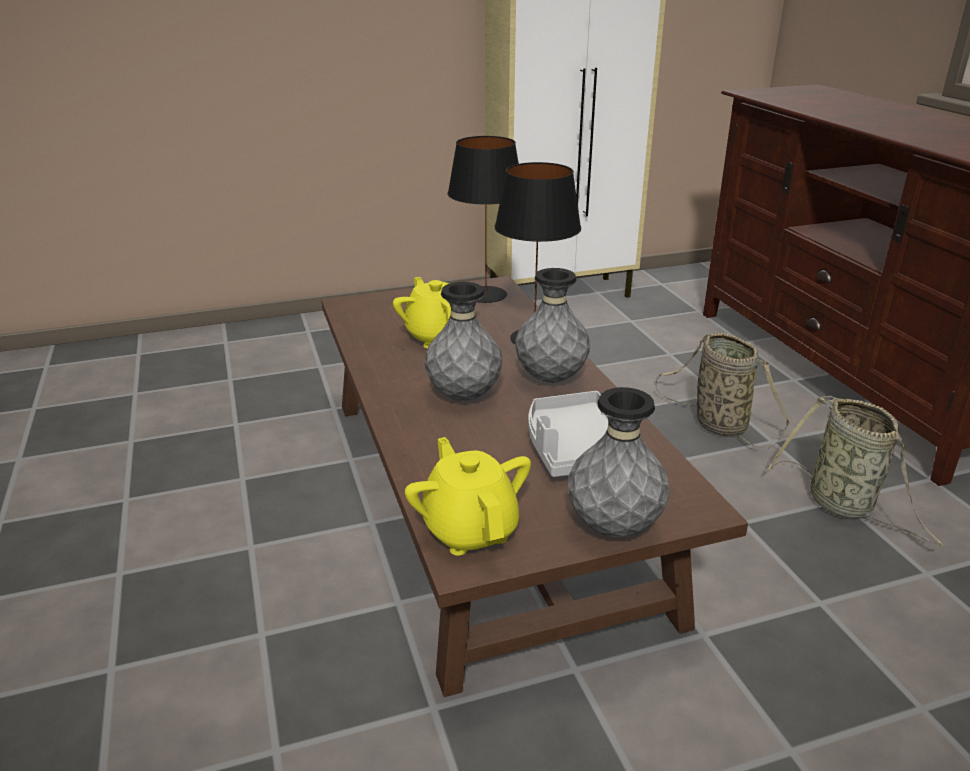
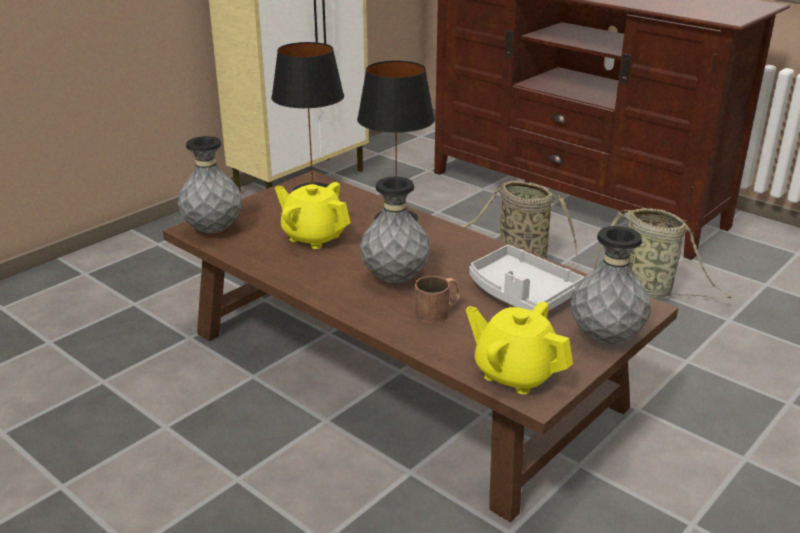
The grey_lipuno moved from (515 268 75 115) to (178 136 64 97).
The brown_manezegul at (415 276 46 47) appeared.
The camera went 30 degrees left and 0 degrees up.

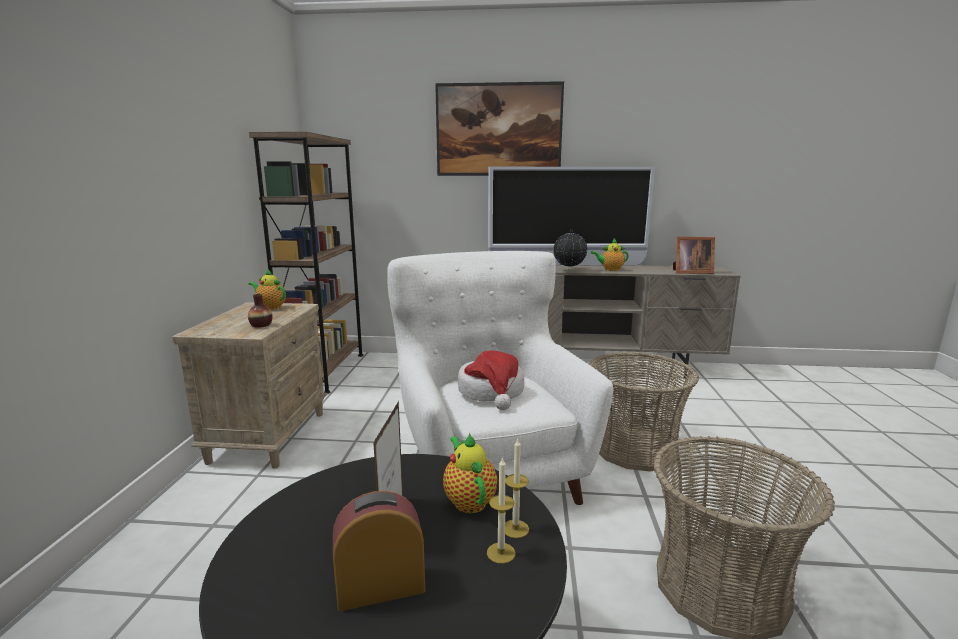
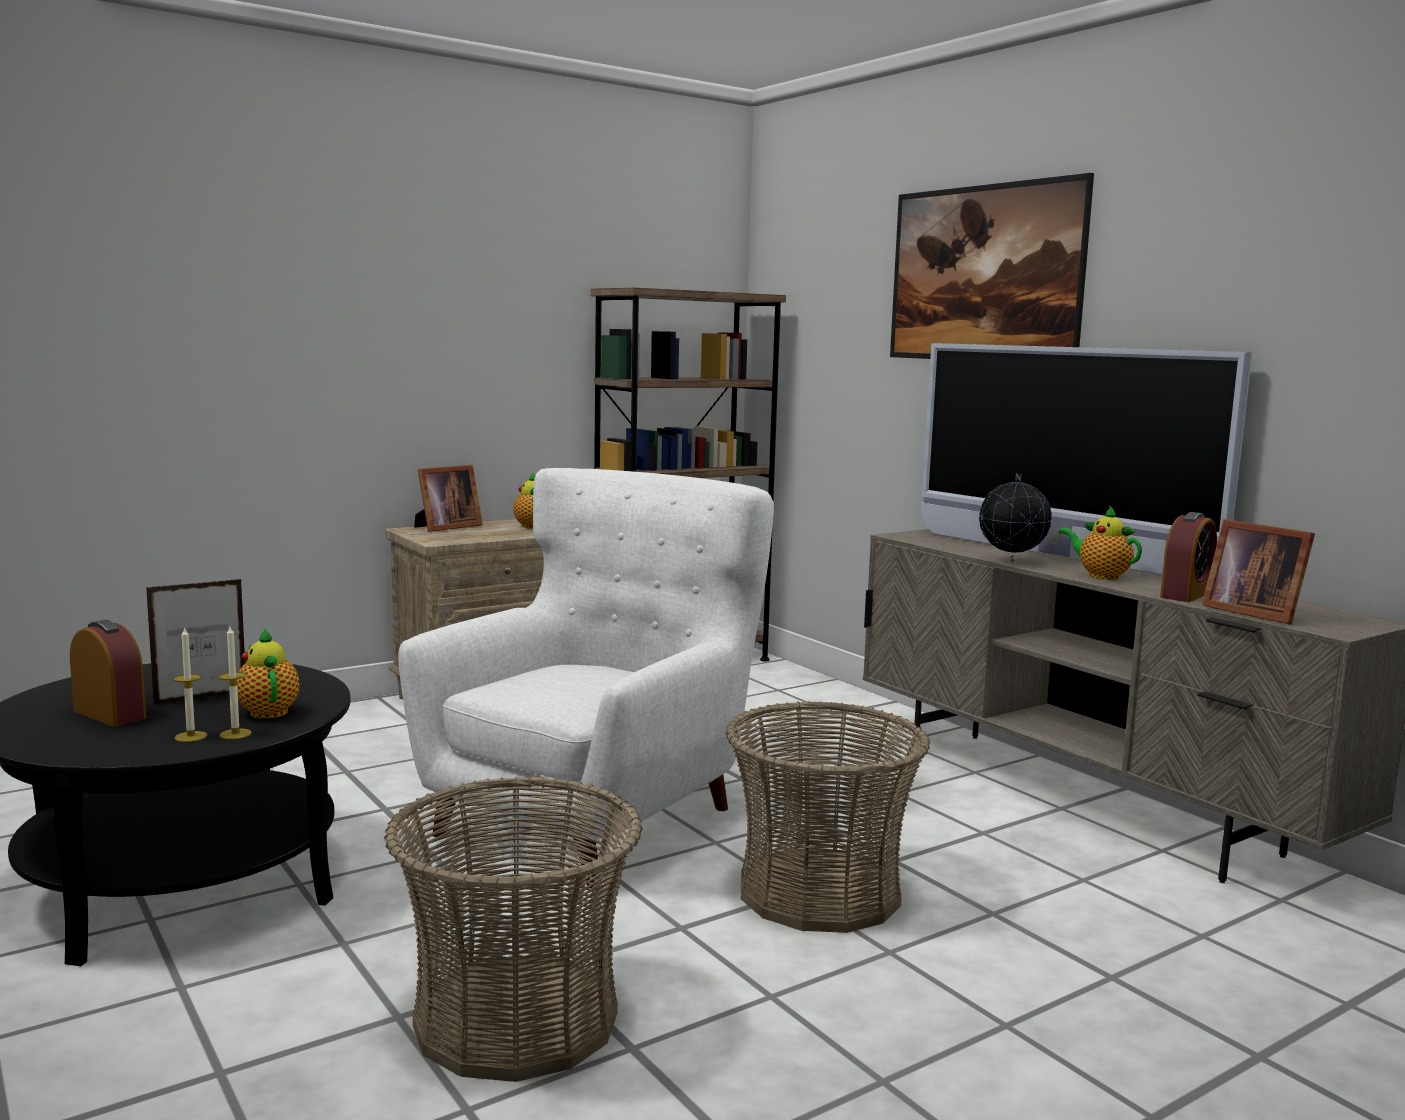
The lipuno at (248 294 24 34) disappeared.
The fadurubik at (458 351 67 59) disappeared.
The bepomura at (443 433 54 81) turned 60 degrees counterclockwise.
The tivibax at (414 465 69 67) appeared.
The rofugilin at (1160 512 57 90) appeared.
The camera went 50 degrees right and 5 degrees down.

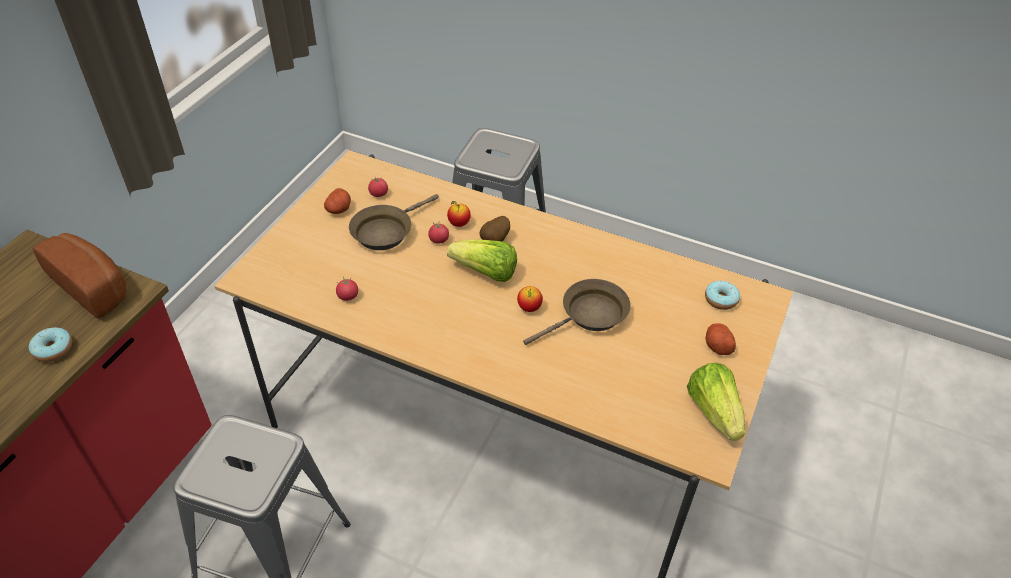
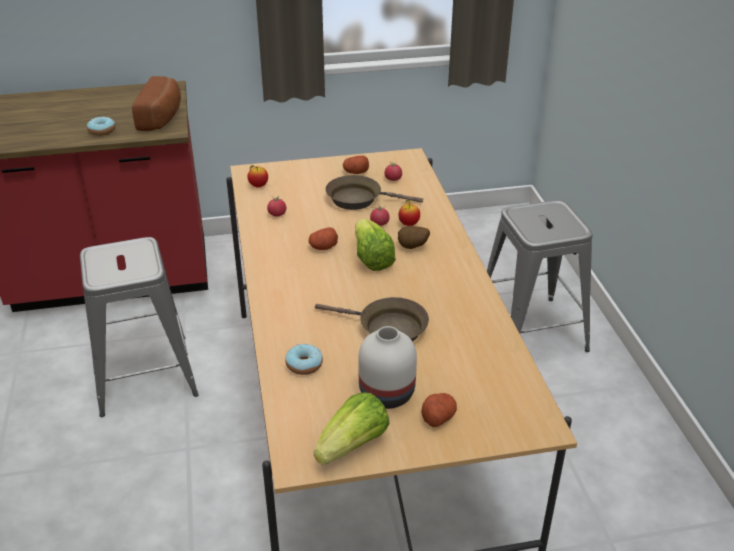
The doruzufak moved from (705 281 35 29) to (285 344 38 31).
The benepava moved from (517 286 26 26) to (247 165 21 22).
The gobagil at (309 227 29 23) appeared.
The white_lipuno at (358 326 59 83) appeared.
The camera went 55 degrees right and 10 degrees down.

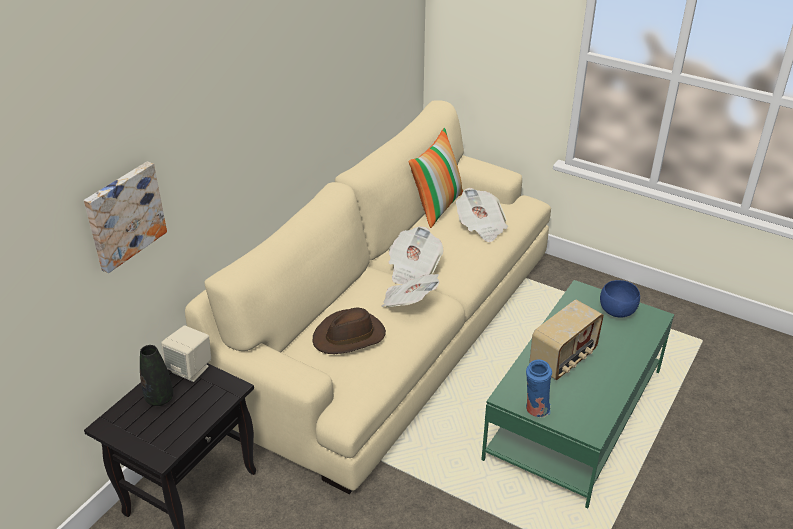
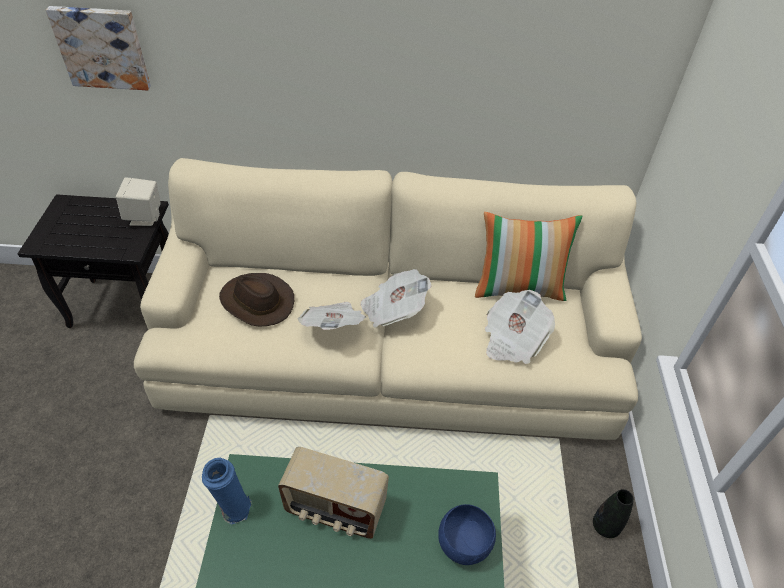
The black_lipuno moved from (140 345 33 61) to (593 489 41 49).
The camera went 60 degrees right and 10 degrees up.

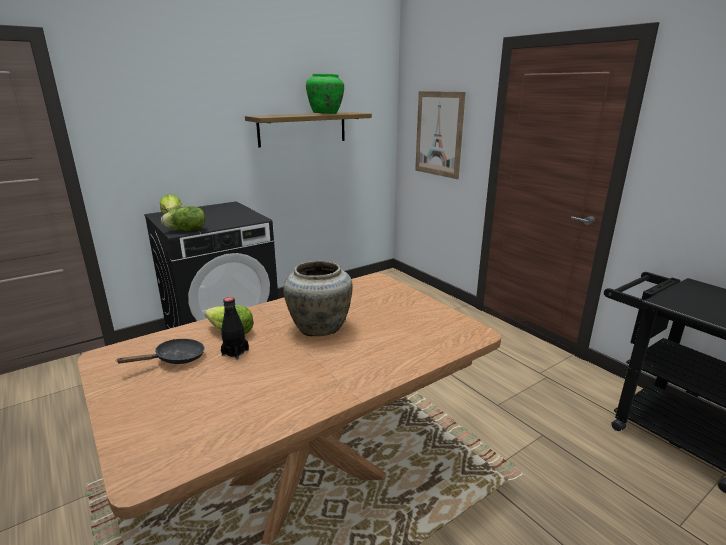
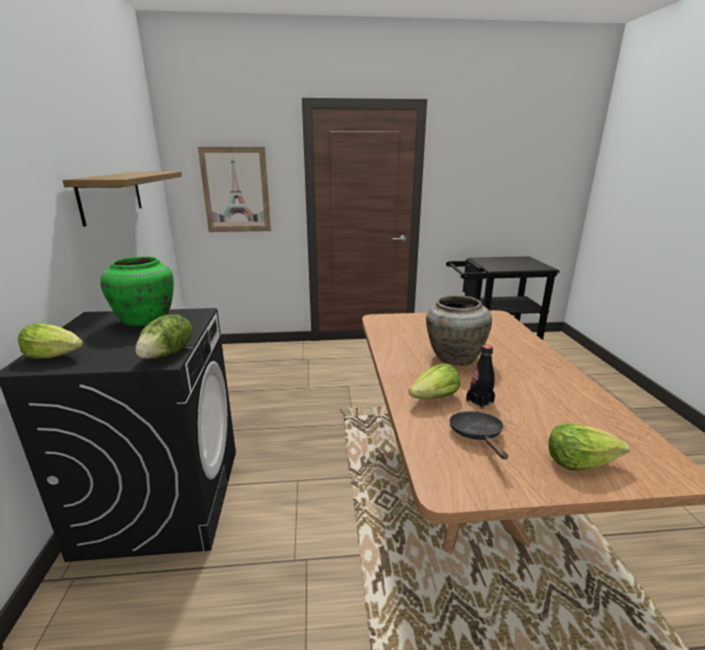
The green_lipuno moved from (306 74 38 40) to (100 257 74 69).
The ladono at (548 423 82 48) appeared.
The camera went 60 degrees left and 0 degrees up.

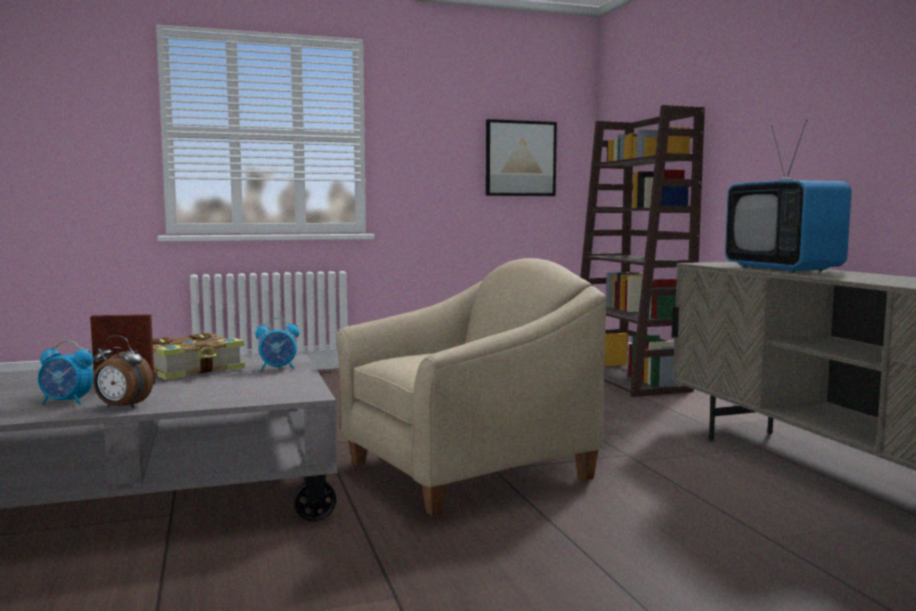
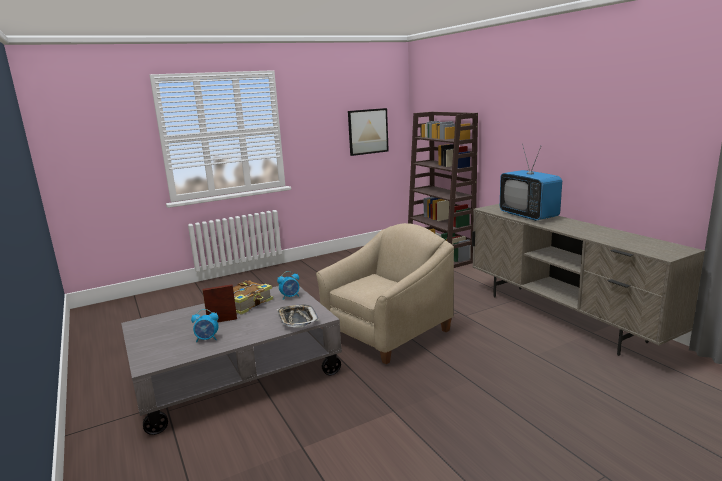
The rofugilin at (93 335 60 74) disappeared.
The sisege at (277 304 42 24) appeared.
The camera went 10 degrees left and 10 degrees up.

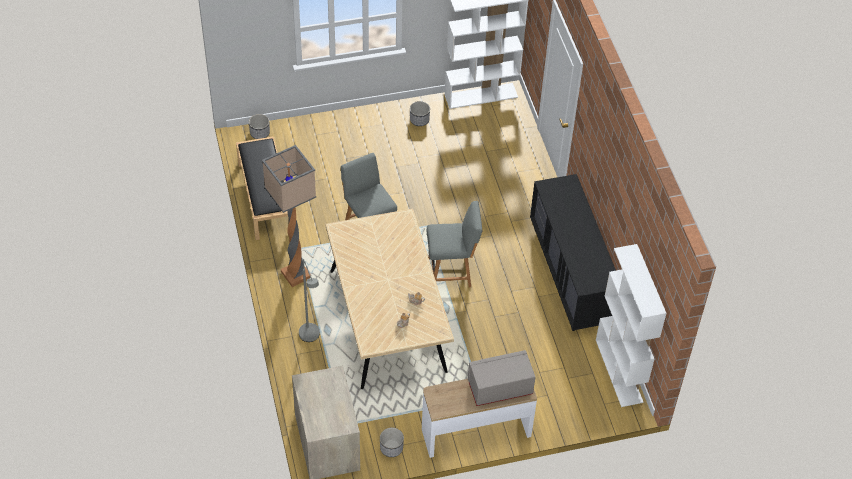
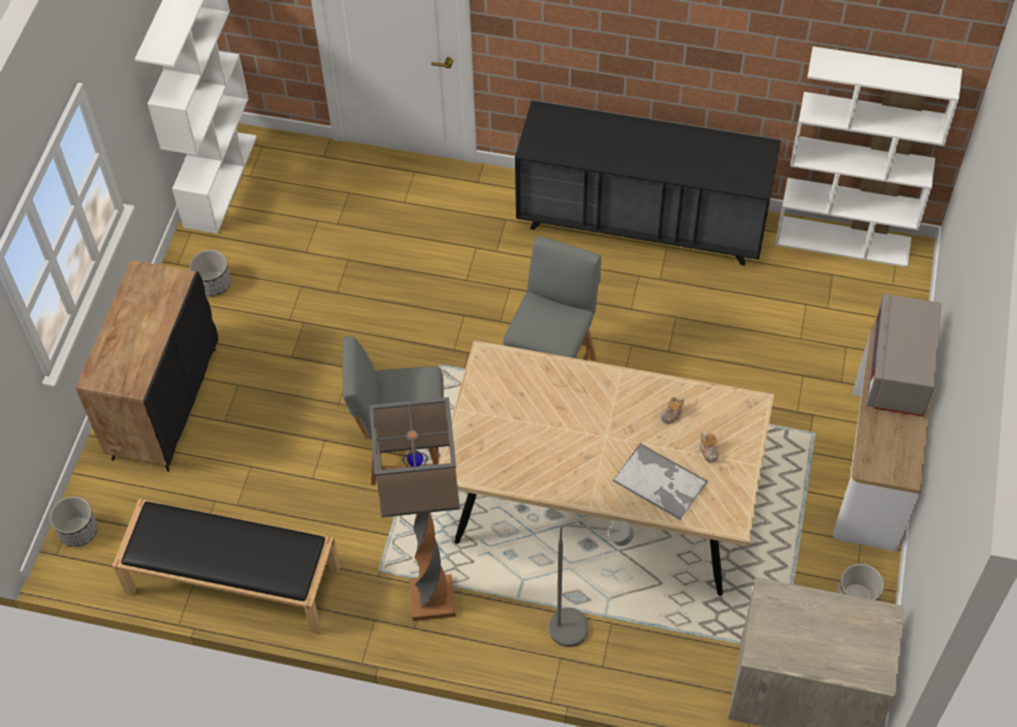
The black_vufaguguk at (75 260 143 212) appeared.
The sisege at (613 443 95 78) appeared.
The camera went 60 degrees left and 5 degrees up.

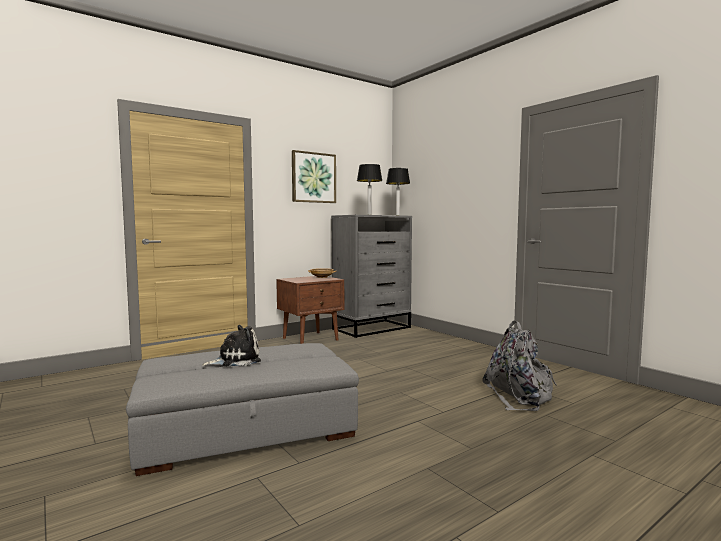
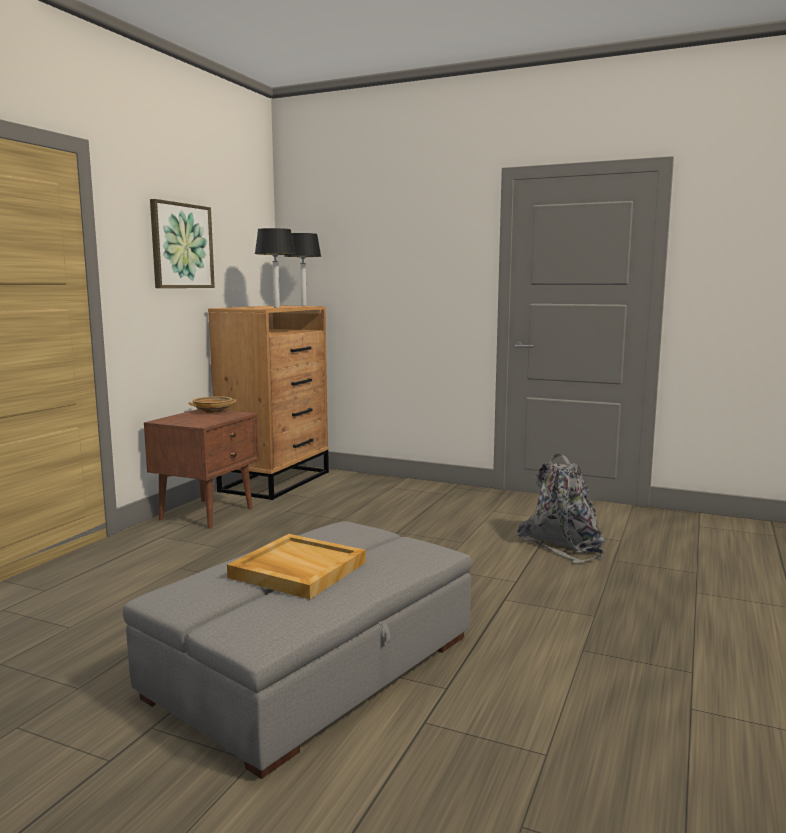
The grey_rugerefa at (331 215 81 123) became the brown_rugerefa at (208 305 121 195).
The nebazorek at (202 325 59 41) was replaced by the beige_sisege at (227 534 139 65).
The camera went 30 degrees left and 5 degrees up.

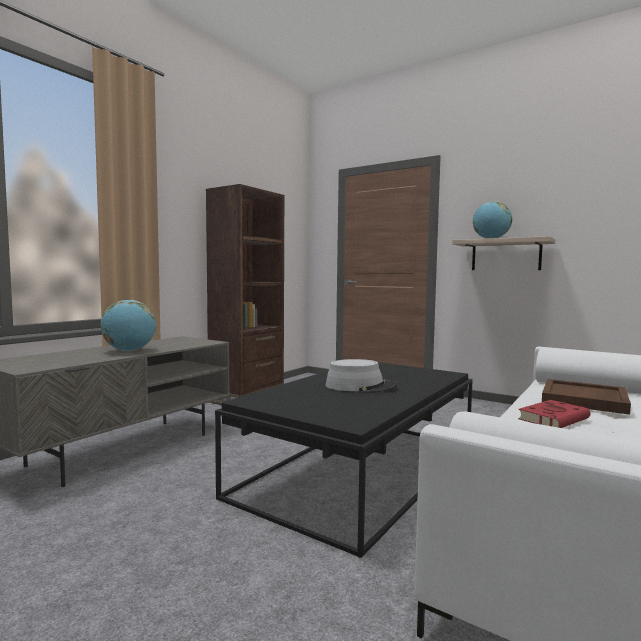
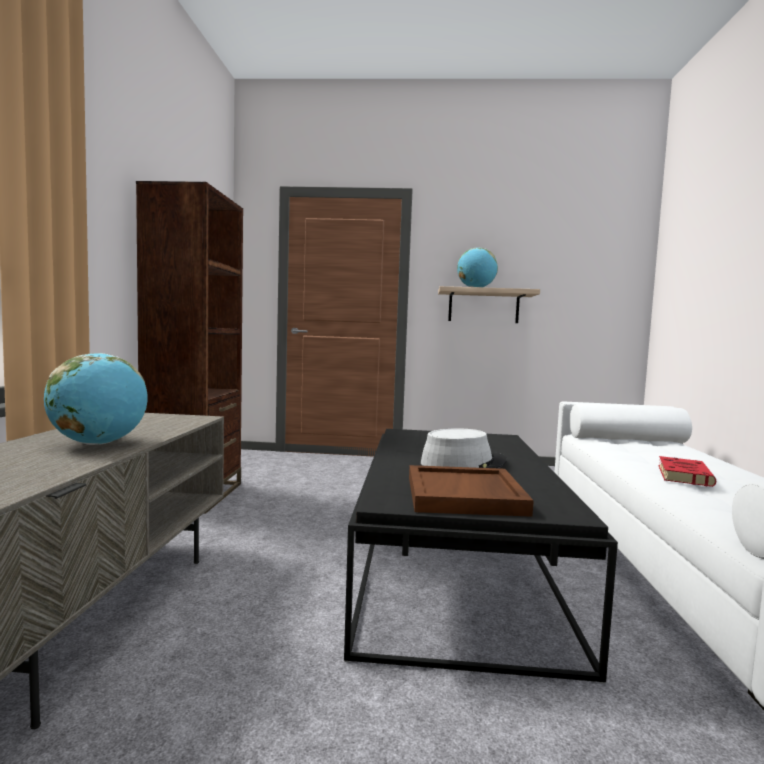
The brown_sisege moved from (542 379 89 36) to (409 465 125 52).
The camera went 30 degrees left and 0 degrees up.

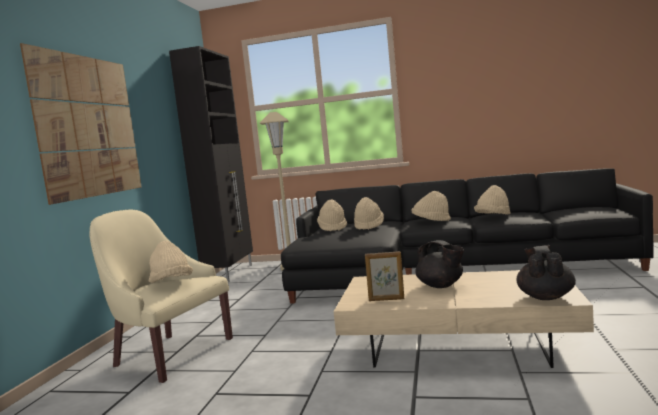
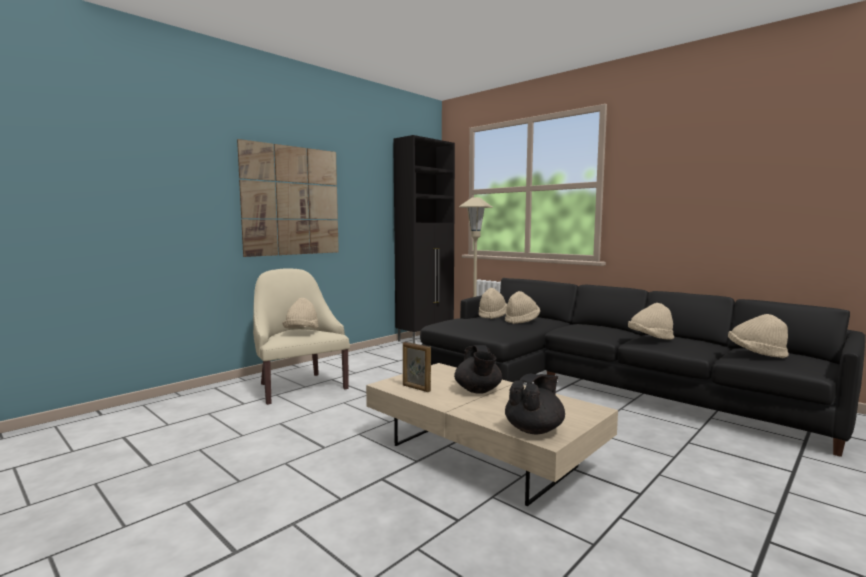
The beige_fadurubik moved from (411 191 40 30) to (728 314 61 44).
The camera went 30 degrees right and 0 degrees up.

